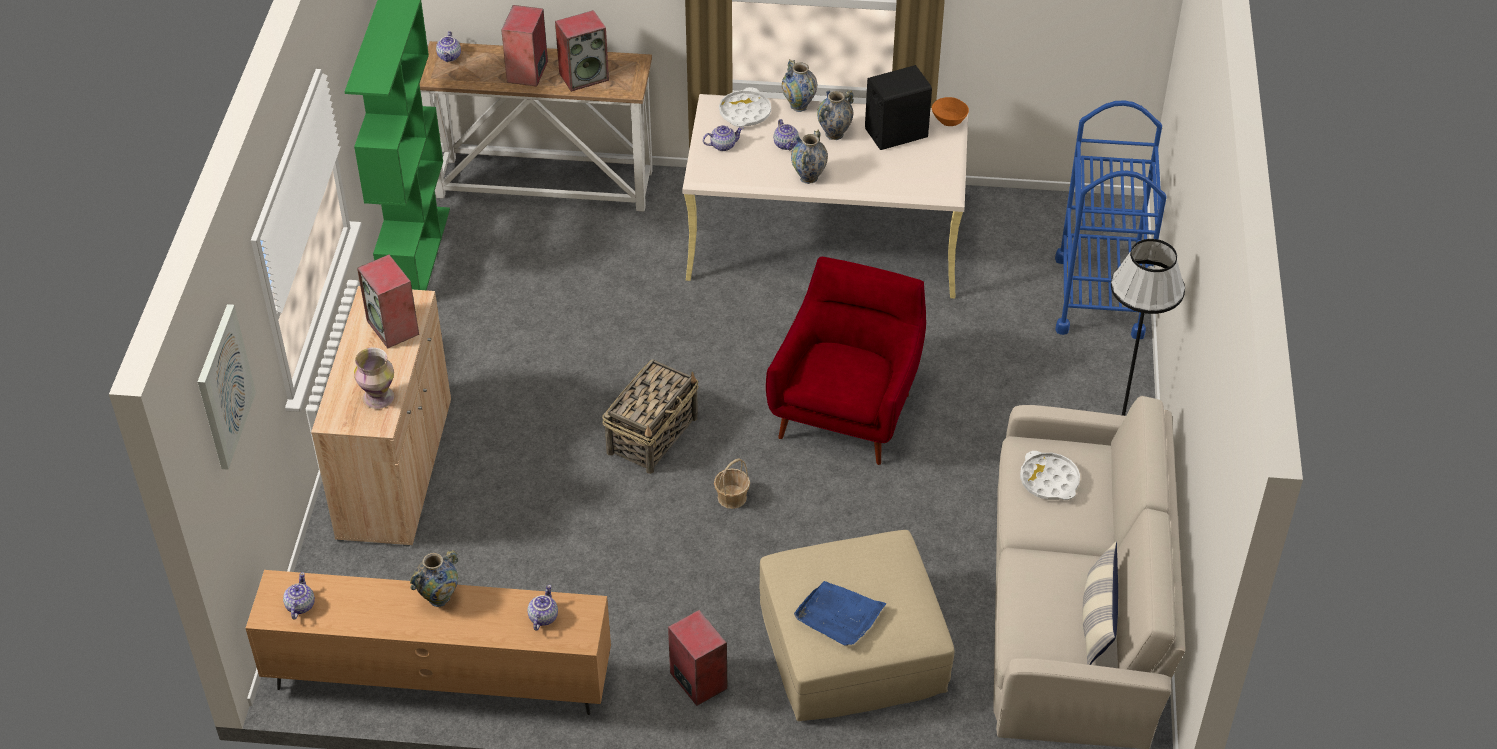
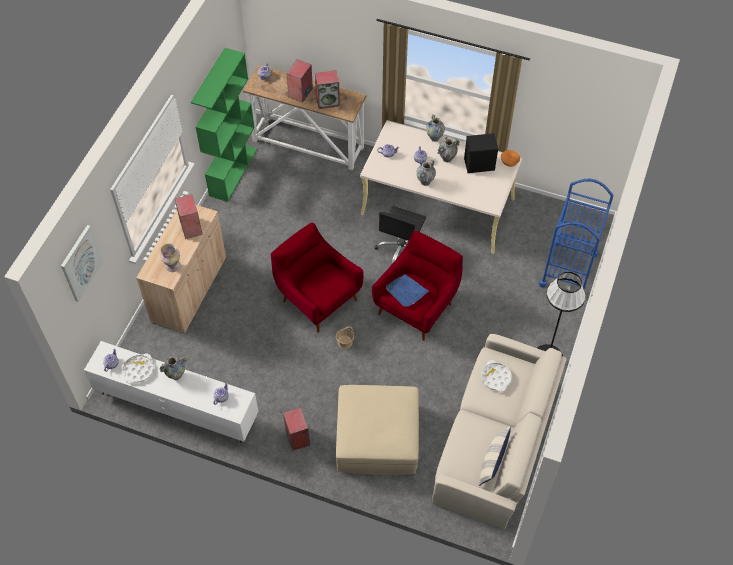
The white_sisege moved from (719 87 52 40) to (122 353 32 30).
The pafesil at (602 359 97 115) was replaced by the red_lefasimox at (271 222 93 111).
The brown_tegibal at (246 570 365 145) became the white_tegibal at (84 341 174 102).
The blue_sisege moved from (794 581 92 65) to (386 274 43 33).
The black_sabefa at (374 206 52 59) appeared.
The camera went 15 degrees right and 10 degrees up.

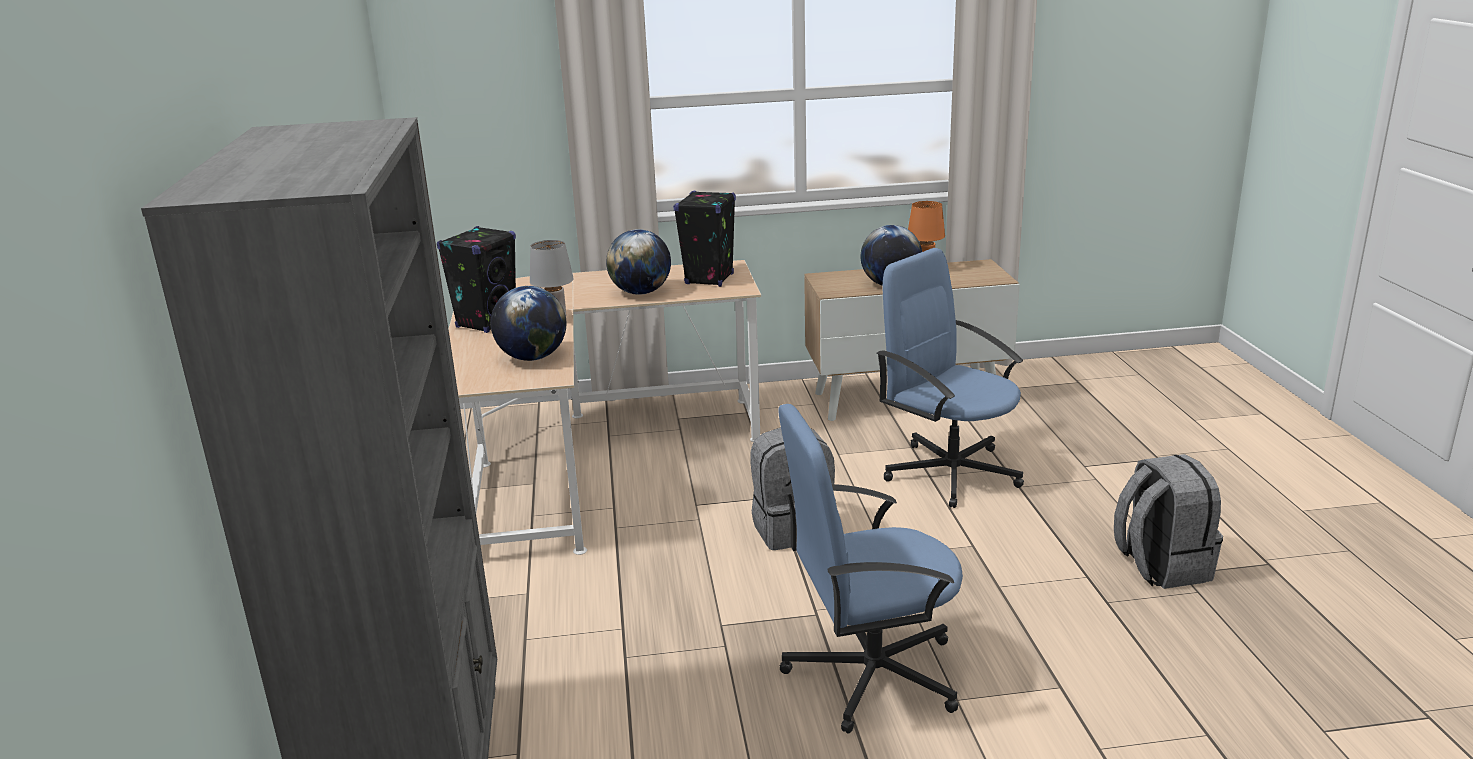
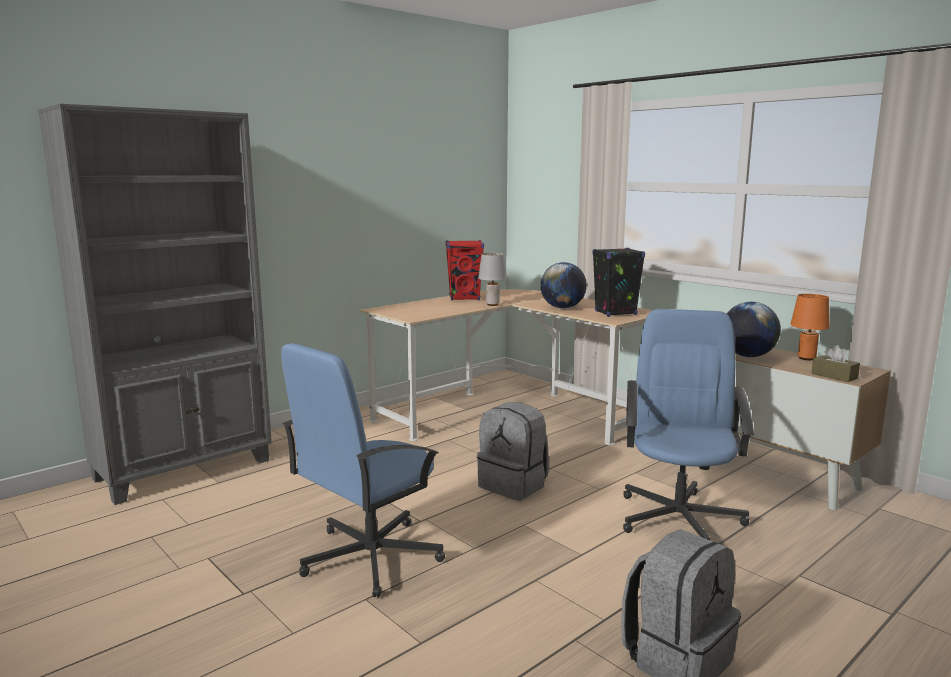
The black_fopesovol at (437 226 79 107) became the red_fopesovol at (446 240 38 61).
The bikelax at (491 286 75 75) disappeared.
The blue_sabefa at (778 404 185 330) turned 90 degrees counterclockwise.
The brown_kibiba at (812 345 48 37) appeared.
The camera went 55 degrees right and 10 degrees down.

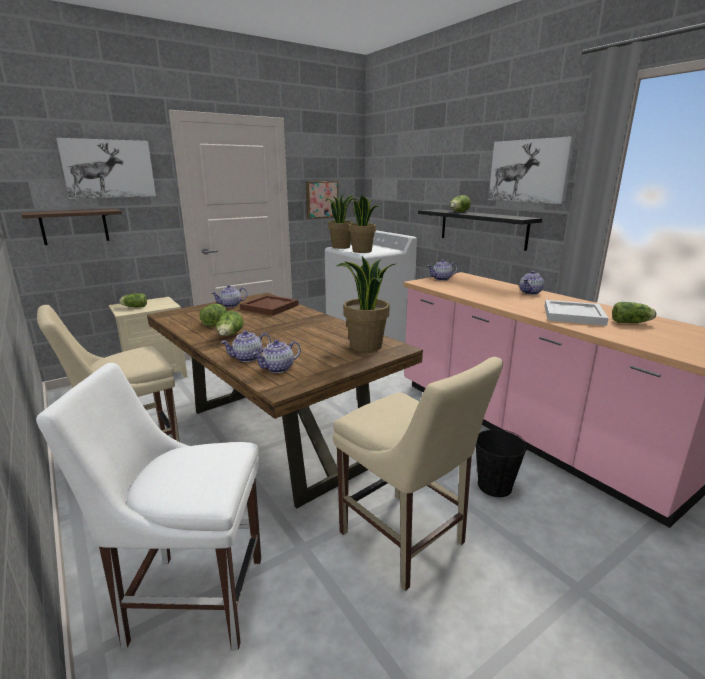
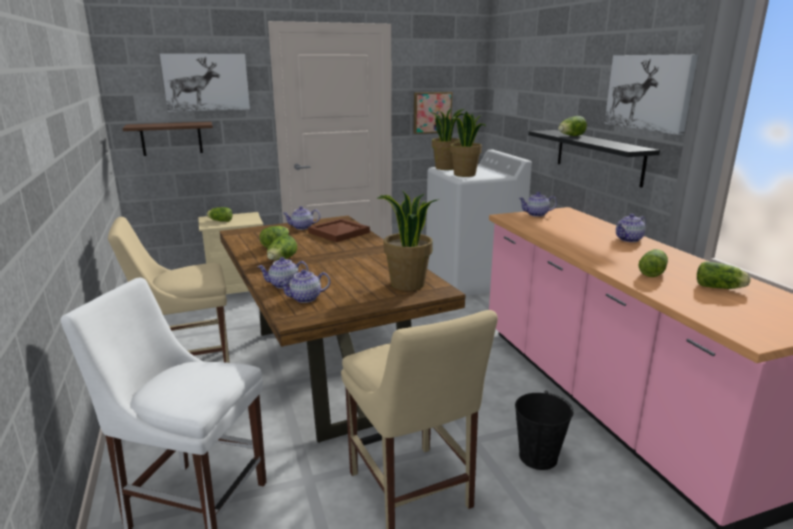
The white_sisege at (545 300 64 26) was replaced by the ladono at (639 249 29 28).
The camera went 15 degrees right and 0 degrees up.

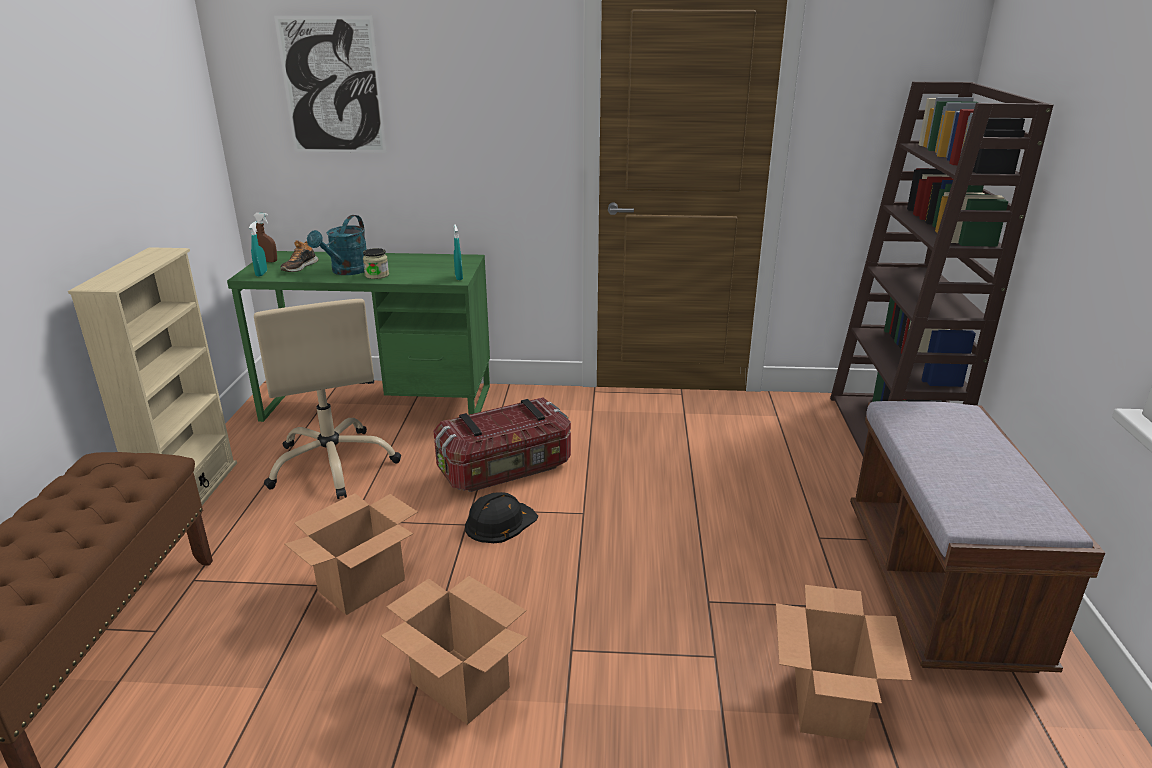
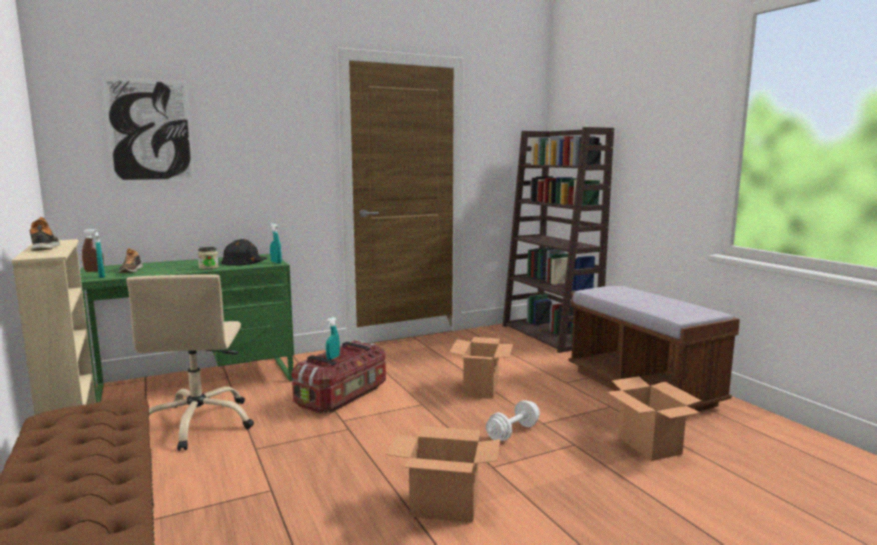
The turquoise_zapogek at (307 215 60 60) disappeared.
The beige_sabefa at (254 299 147 200) turned 45 degrees clockwise.
The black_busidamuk moved from (465 492 73 51) to (221 239 46 27).
The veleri moved from (285 493 133 122) to (449 337 64 61).
The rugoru at (30 217 30 34) appeared.
The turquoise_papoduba at (326 317 14 43) appeared.
The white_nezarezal at (486 400 54 41) appeared.
The camera went 30 degrees left and 15 degrees down.

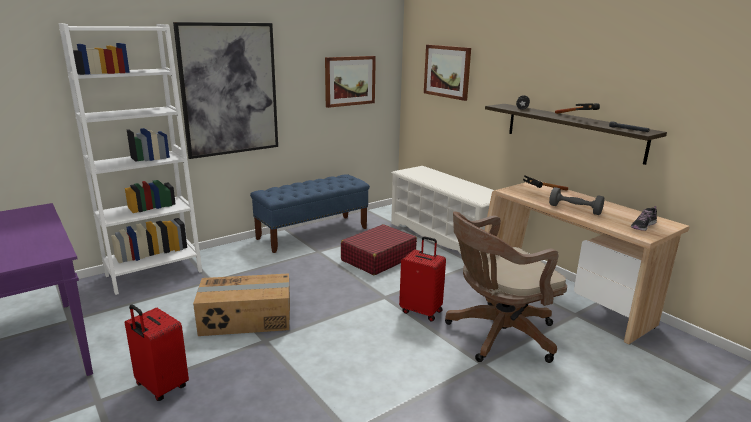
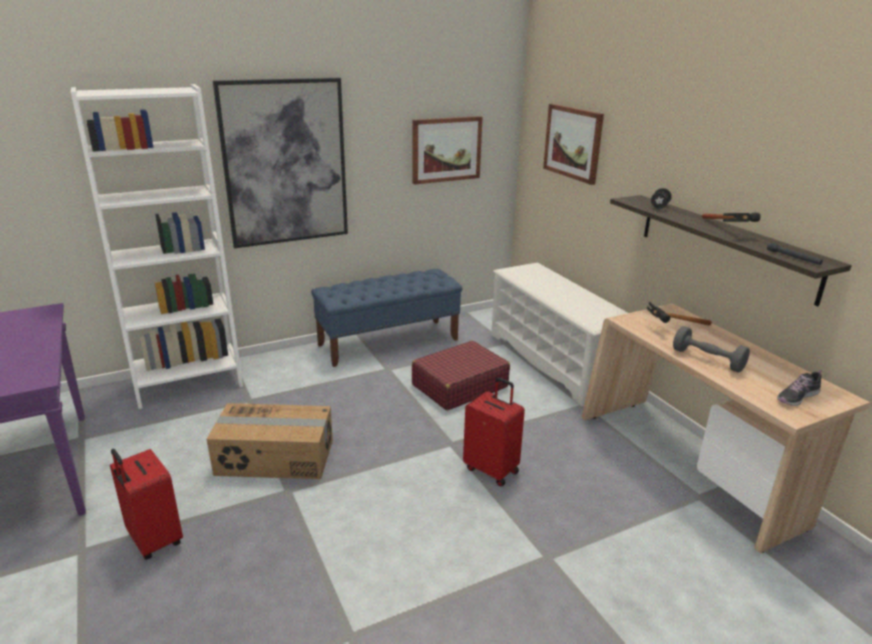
The brown_sabefa at (445 212 122 151) disappeared.
The camera went 10 degrees right and 5 degrees up.

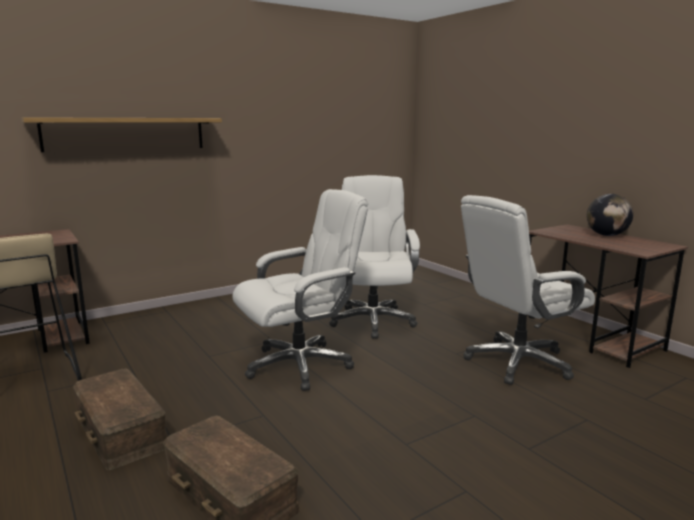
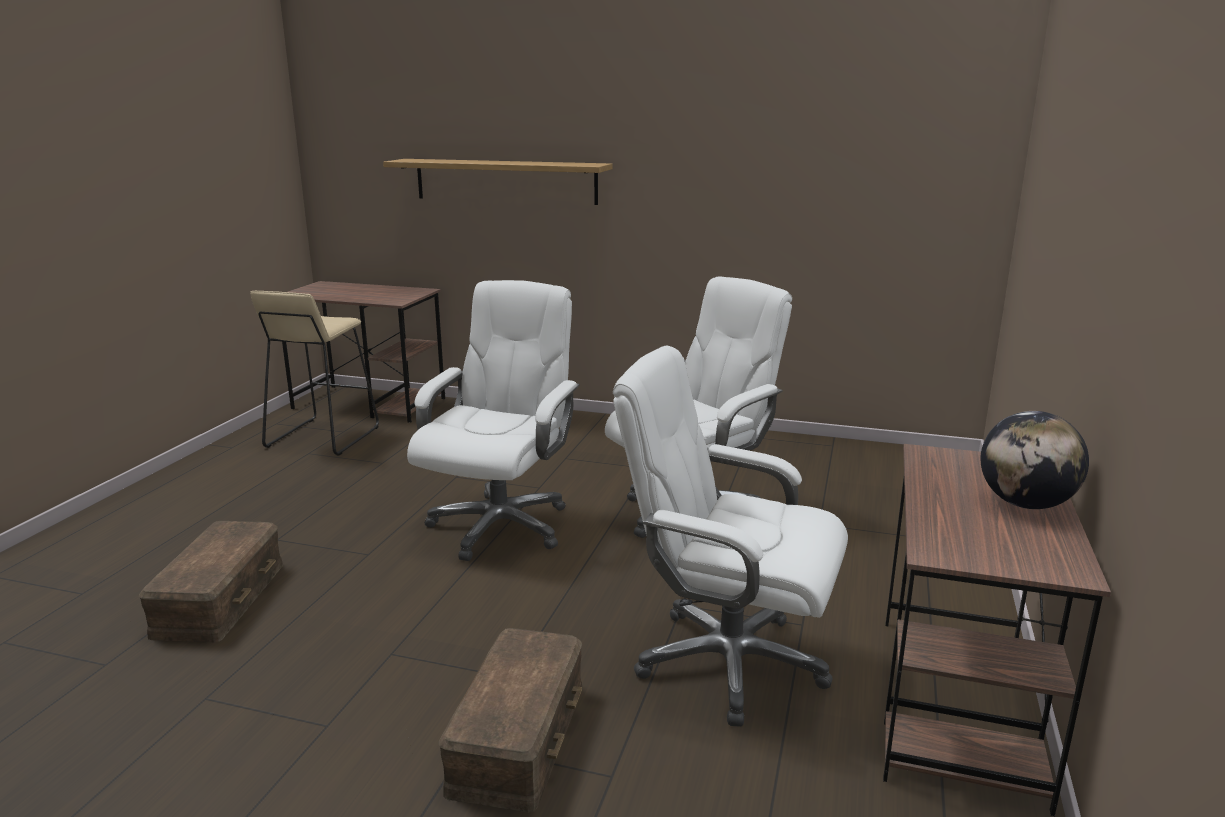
The white_sabefa at (232 189 136 202) turned 90 degrees counterclockwise.
The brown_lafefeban moved from (73 368 94 103) to (438 628 144 185).
The camera went 50 degrees right and 5 degrees up.

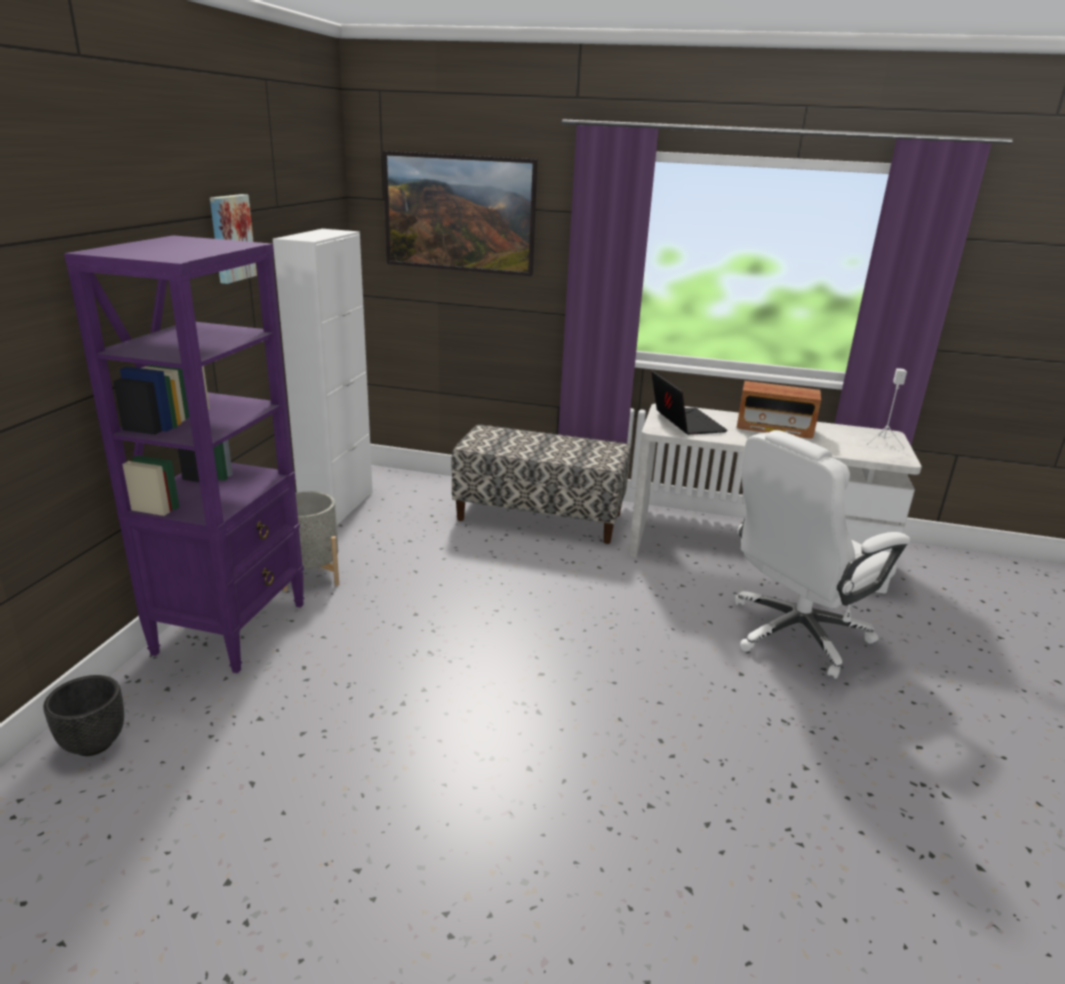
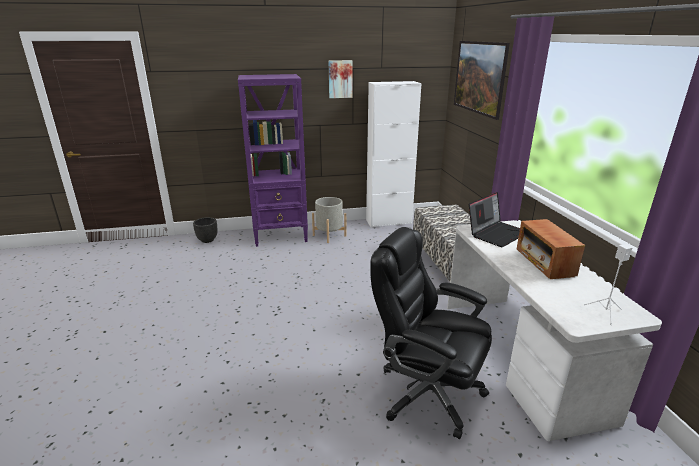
The white_sabefa at (735 430 175 249) became the black_sabefa at (370 227 122 212).
The camera went 65 degrees right and 0 degrees up.

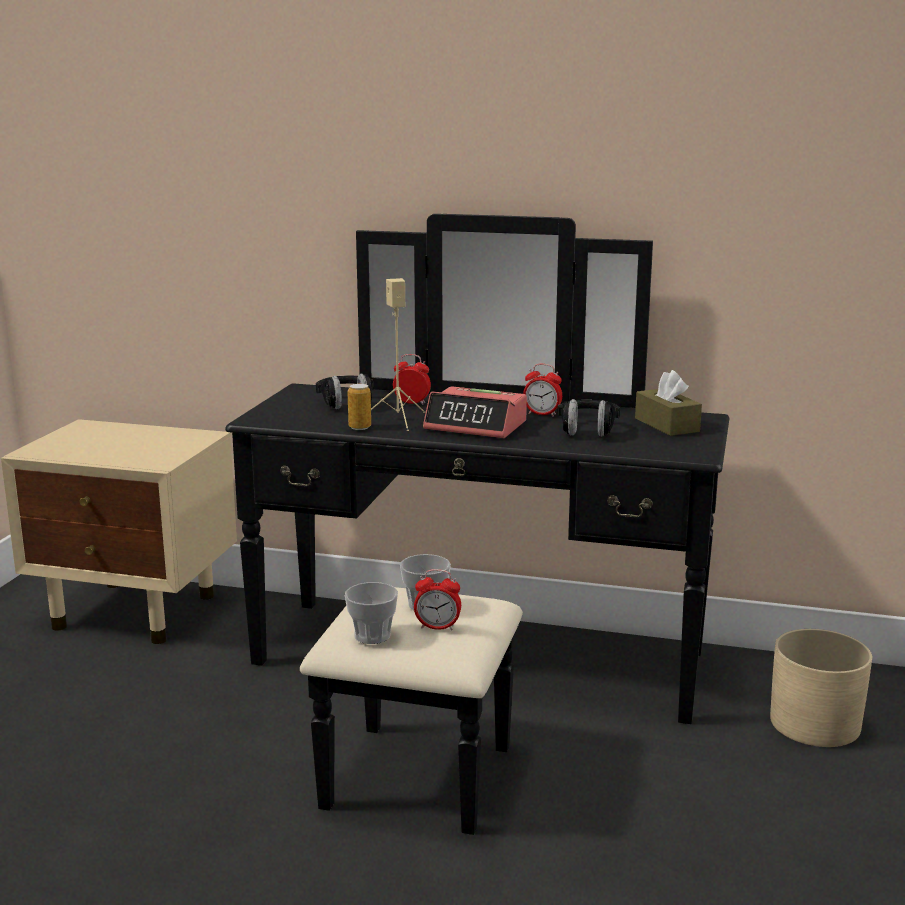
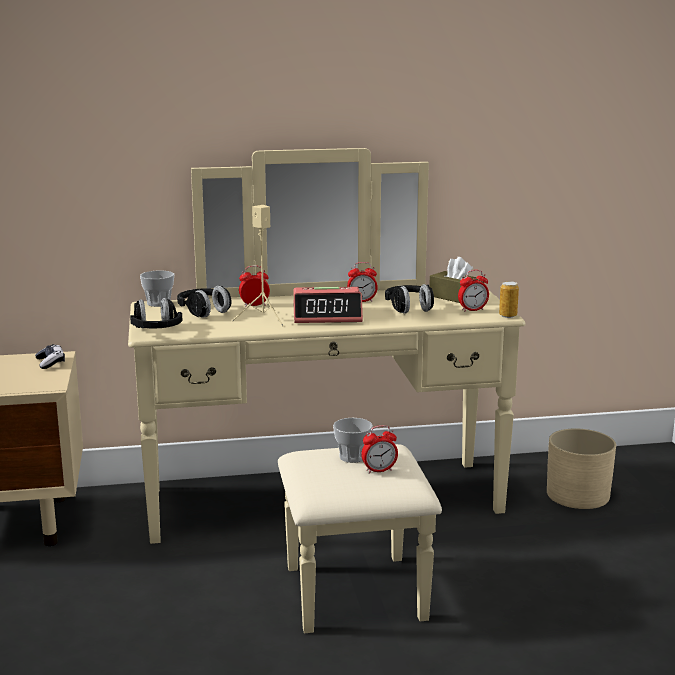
The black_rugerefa at (225 214 504 621) became the beige_rugerefa at (128 148 398 485).
The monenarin moved from (348 383 23 47) to (499 281 20 37).
The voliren moved from (345 582 53 62) to (140 271 34 36).
The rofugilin at (458 270 31 42) appeared.
The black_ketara at (130 298 52 30) appeared.
The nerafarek at (35 344 30 25) appeared.
The camera went 25 degrees left and 0 degrees up.

